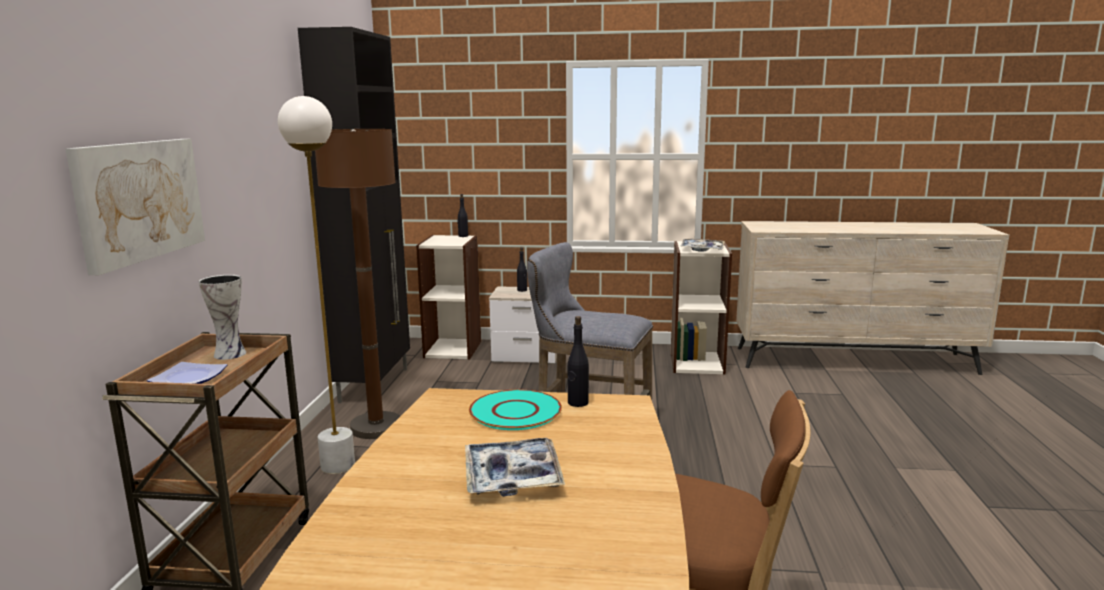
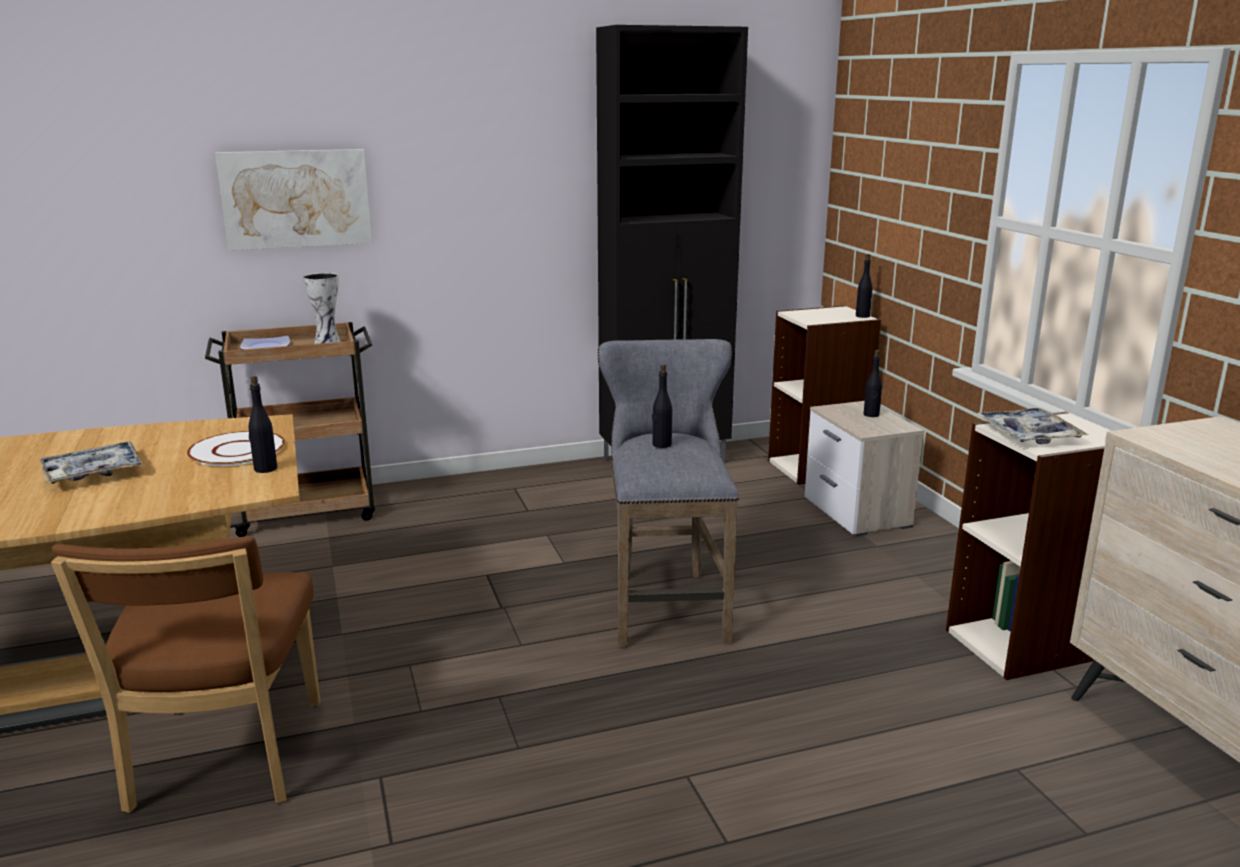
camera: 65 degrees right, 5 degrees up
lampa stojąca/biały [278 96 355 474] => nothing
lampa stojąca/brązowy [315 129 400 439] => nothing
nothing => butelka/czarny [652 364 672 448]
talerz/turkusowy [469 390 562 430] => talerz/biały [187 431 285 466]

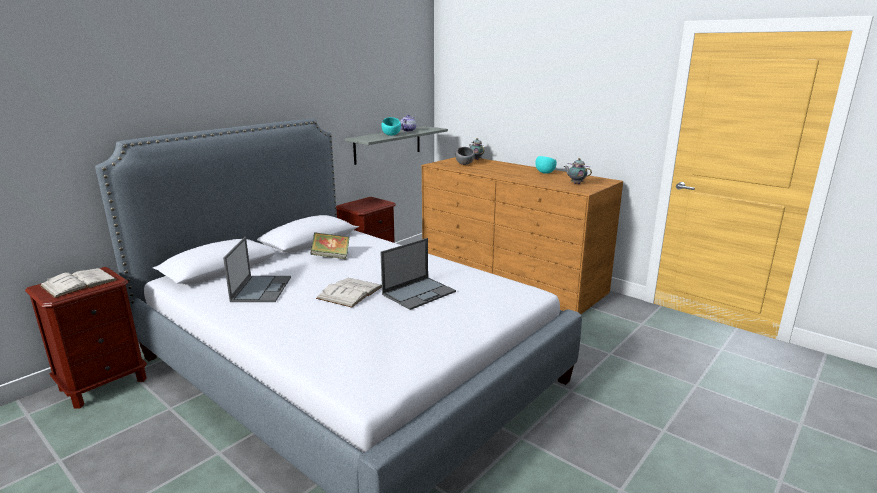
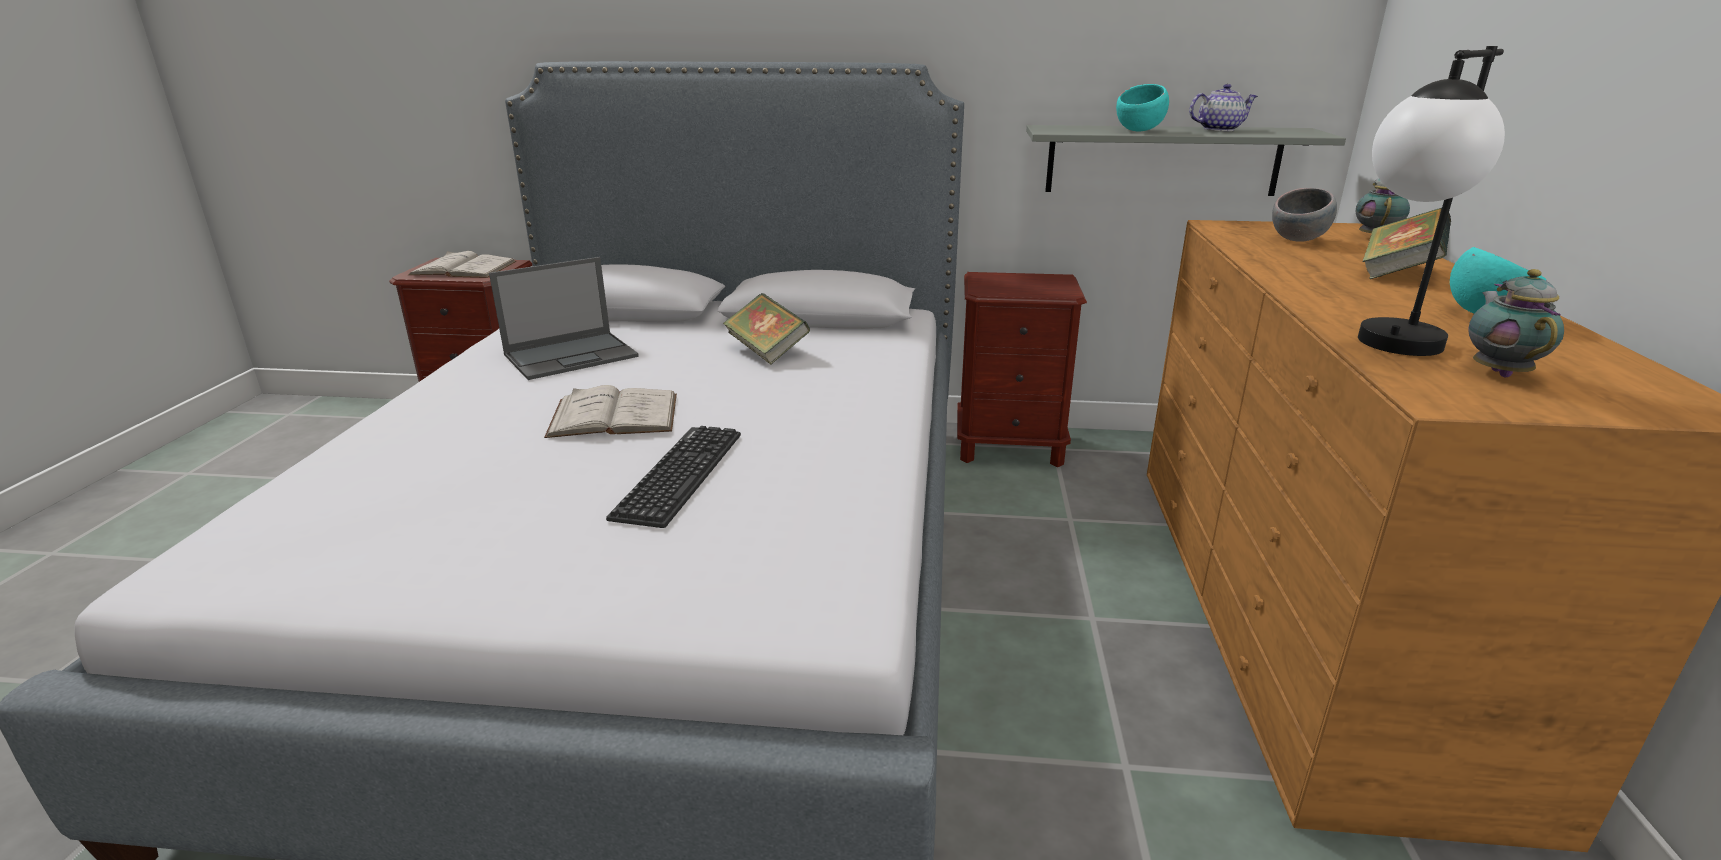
camera: 55 degrees right, 5 degrees up
nothing => lampa stołowa [1358 46 1505 356]
nothing => książka [1362 208 1451 279]
laptop [380 238 456 310] => klawiatura [606 426 741 528]

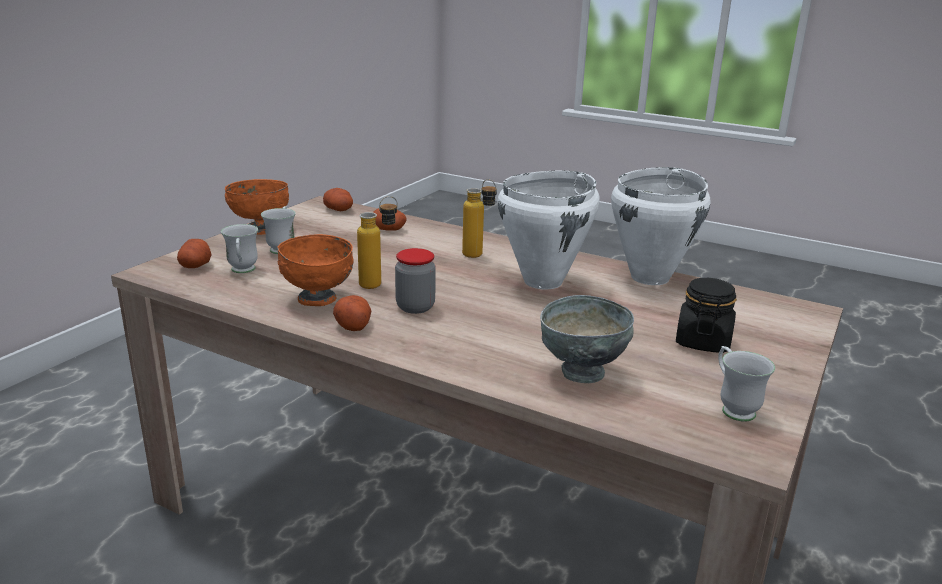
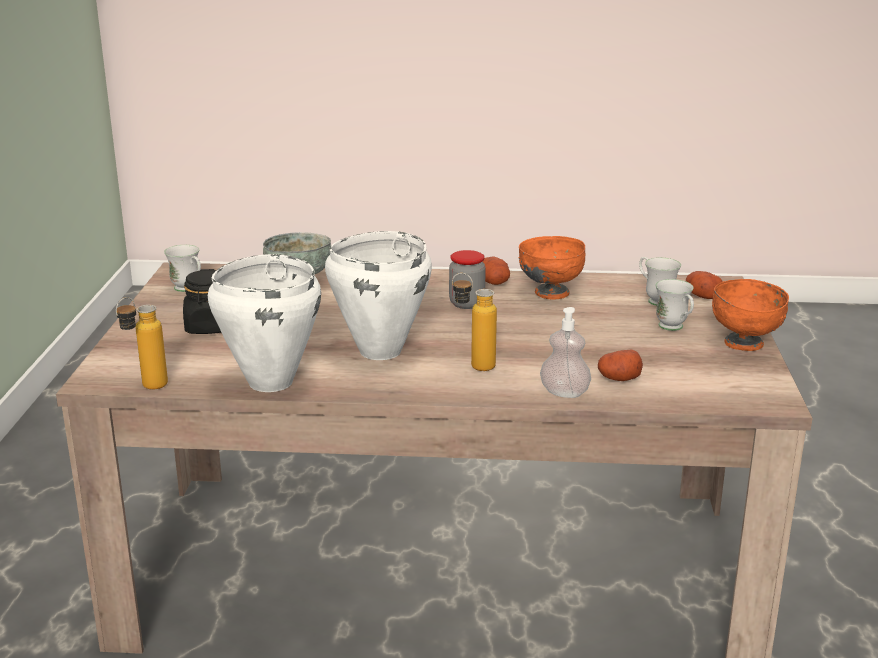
camera: 155 degrees right, 0 degrees up
ziemniak [323 188 353 211] => nothing
nothing => dozownik mydła [540 307 591 398]
butelka [357 196 398 289] => butelka [116 297 168 389], moved

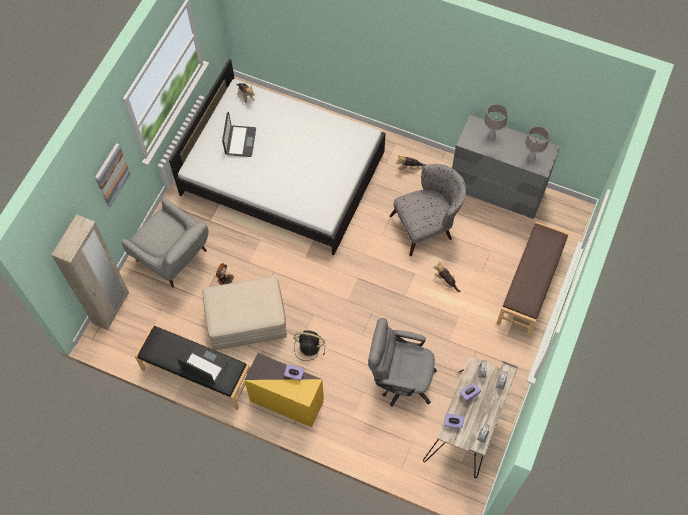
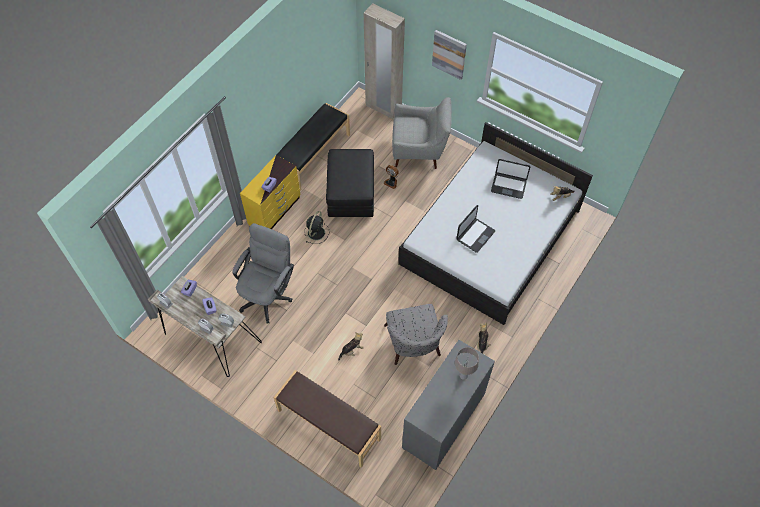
camera: 100 degrees right, 5 degrees down
lampa stołowa/beżowy [525 126 549 162] => nothing
laptop [177 344 229 385] => laptop [456 205 495 253], moved
pufa/beżowy [203 276 287 350] => pufa/czarny [326 149 374 217]
fotel/szary [122 197 209 288] => fotel/szary [392 97 452 169], 135 degrees counterclockwise

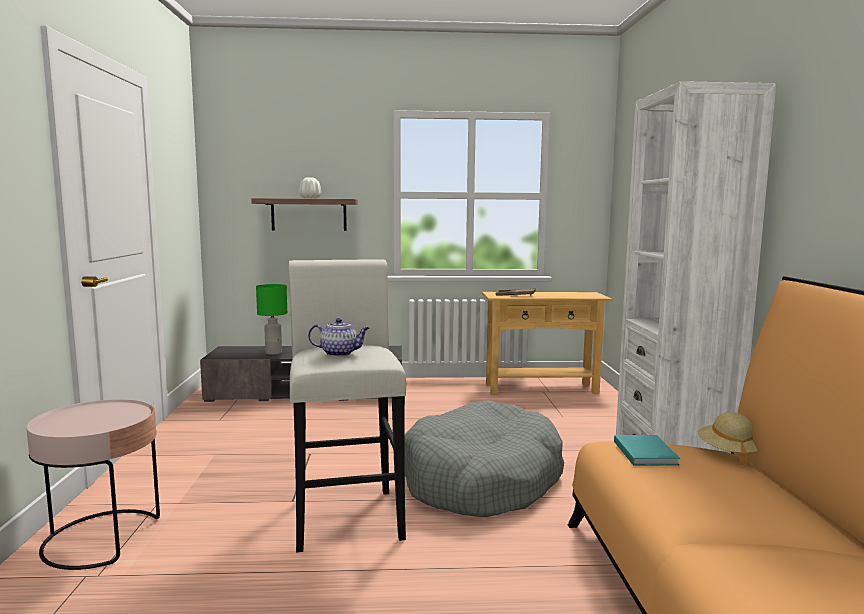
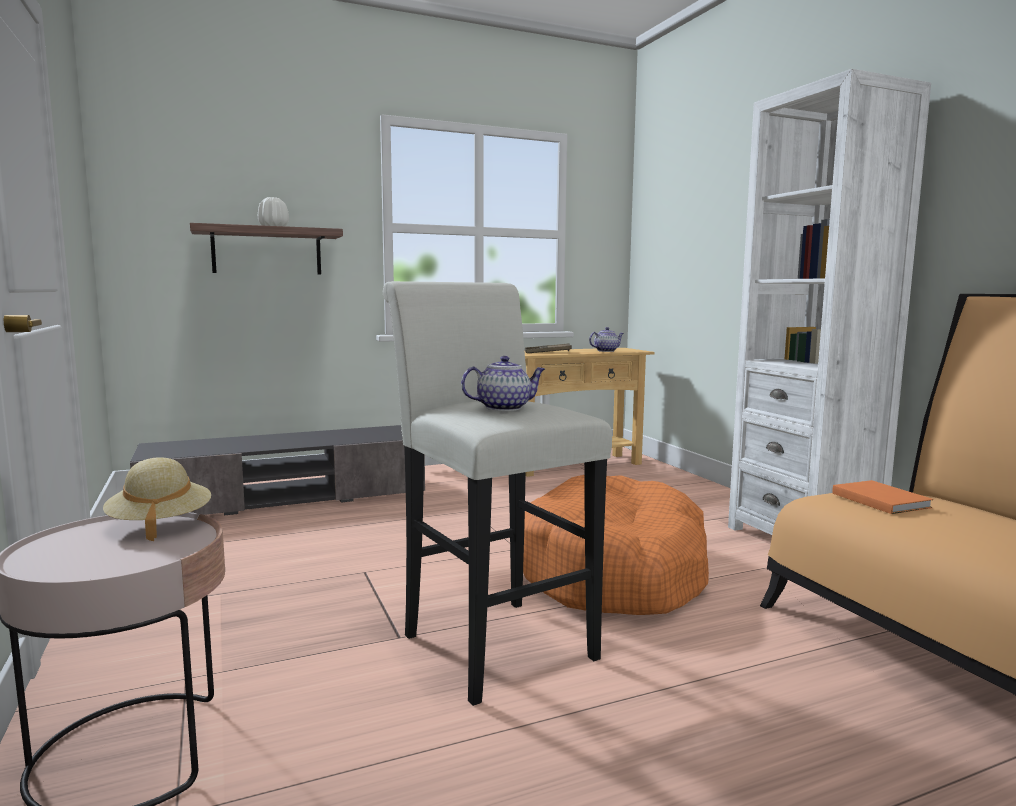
camera: 20 degrees left, 0 degrees up
lampa stołowa/zielony [256 284 287 355] => nothing
nothing => imbryk [589 327 624 352]
kapelusz/beżowy [698 412 758 466] => kapelusz/beżowy [103 457 211 541], moved
legowisko/szary [404 400 564 517] => legowisko/pomarańczowy [523 475 709 615]
książka/turkusowy [614 435 680 466] => książka/pomarańczowy [832 480 933 514]

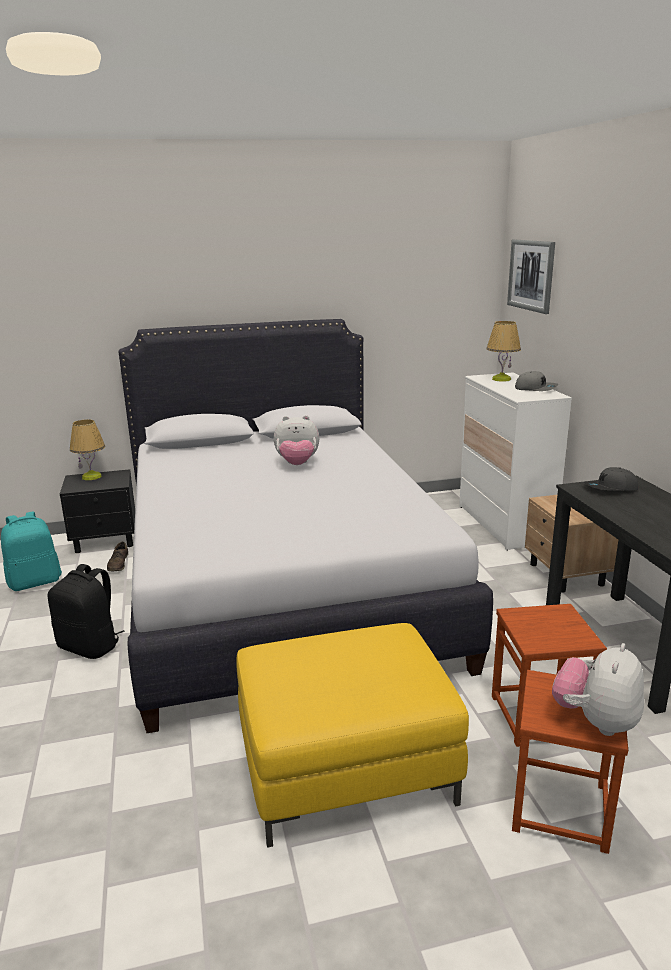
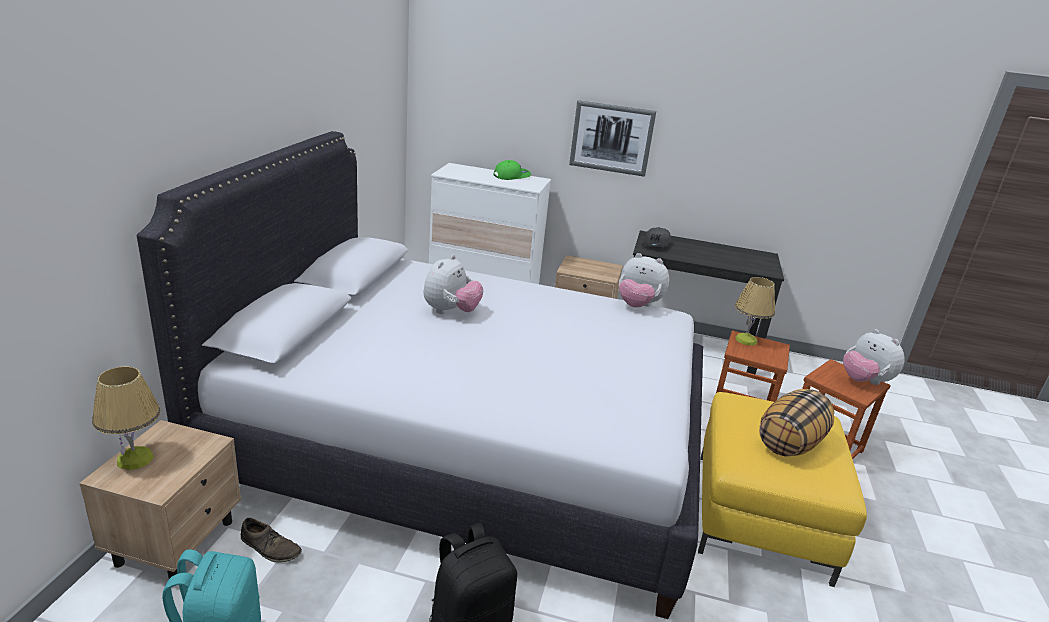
camera: 65 degrees left, 5 degrees up
nothing => pluszak [619 253 669 308]
nothing => poduszka [759 389 834 457]
lampa stołowa [487 321 521 382] => lampa stołowa [735 277 775 346], moved
obraz [507 240 555 314] => obraz [569 100 656 177], moved
szafka nocna/czarny [60 469 135 553] => szafka nocna/beżowy [79 420 241 579]
czapka z daszkiem/szary [515 371 558 391] => czapka z daszkiem/zielony [493 160 531 180]

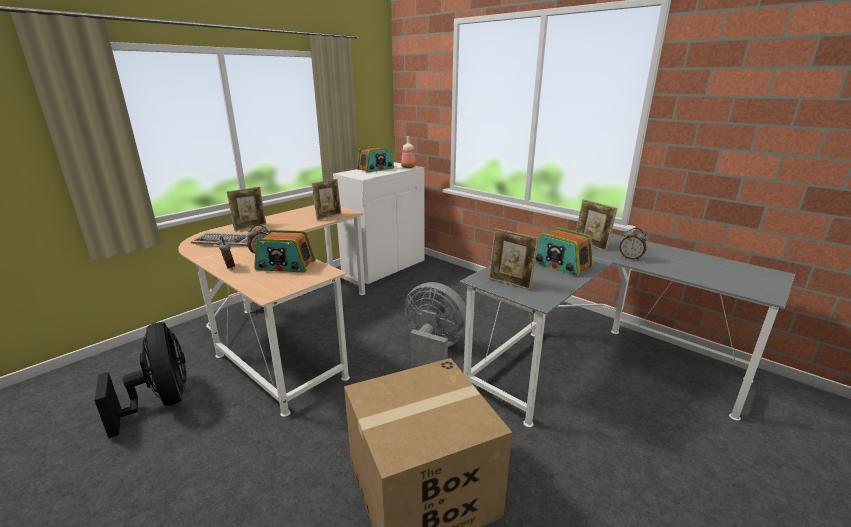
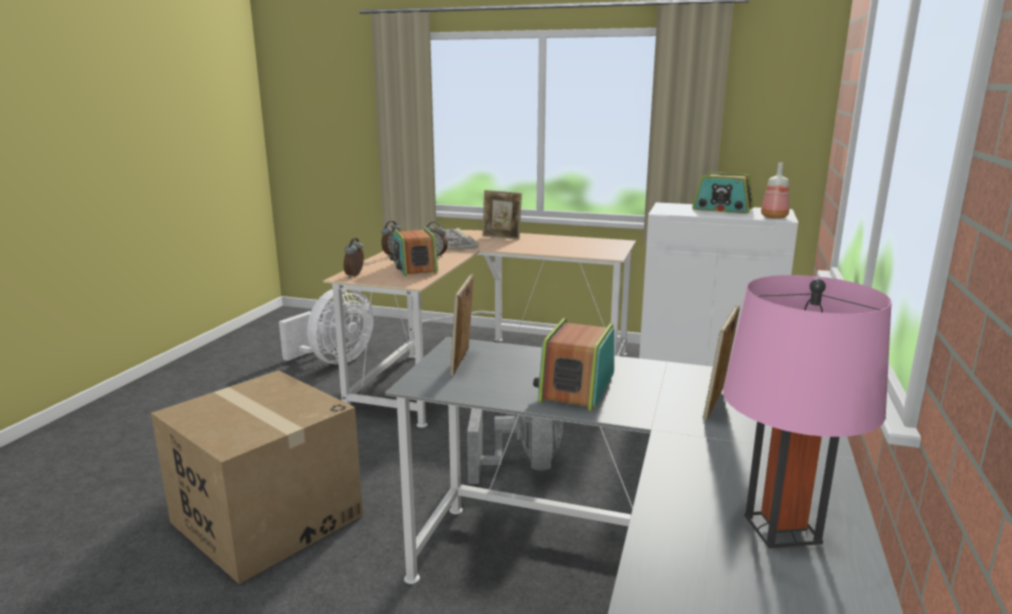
camera: 65 degrees right, 5 degrees down
ramka na zdjęcie [312 179 341 221] => nothing
nothing => lampa stołowa/różowy [723 275 892 548]
budzik [620 228 647 261] => budzik [344 238 364 278], moved
wentylator/czarny [94 322 186 438] => wentylator/biały [279 289 374 364]

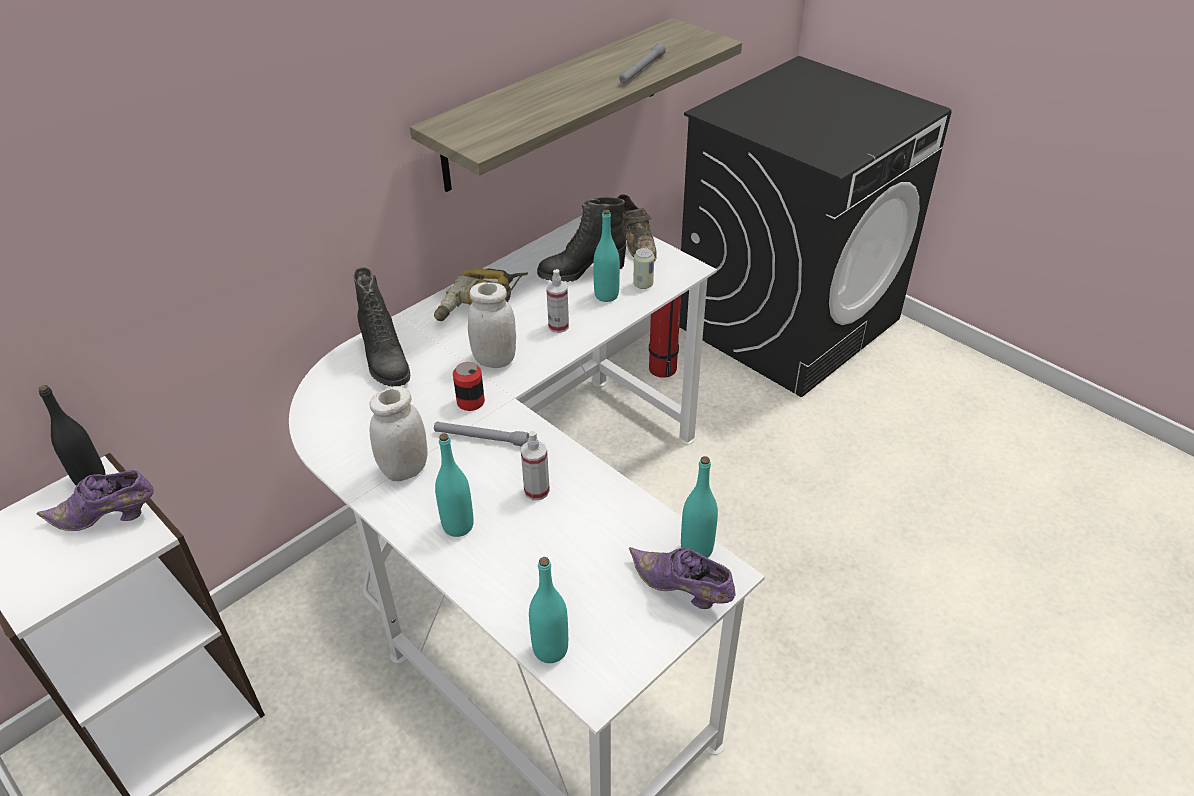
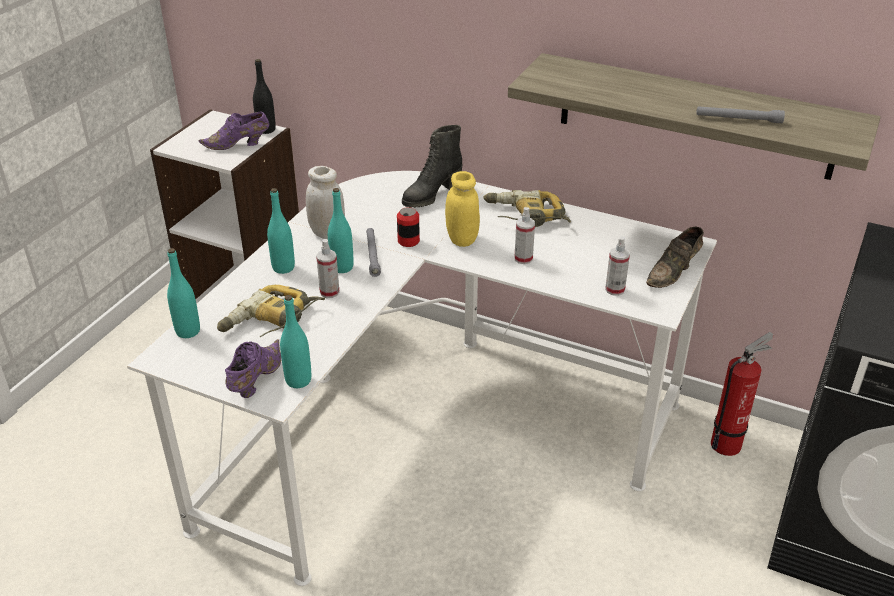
camera: 70 degrees right, 5 degrees down
but z cholewką/czarny [537 197 627 282] => nothing
nothing => wiertarka [217 285 325 337]
butelka/turkusowy [593 209 620 302] => butelka/turkusowy [328 188 353 273], moved
puszka [633 248 654 289] => spryskiwacz [605 236 630 296]
słoik/biały [468 282 516 368] => słoik/żółty [445 171 480 247]
but/fioletowy [36 470 154 531] => but/fioletowy [198 112 269 150], 75 degrees counterclockwise

